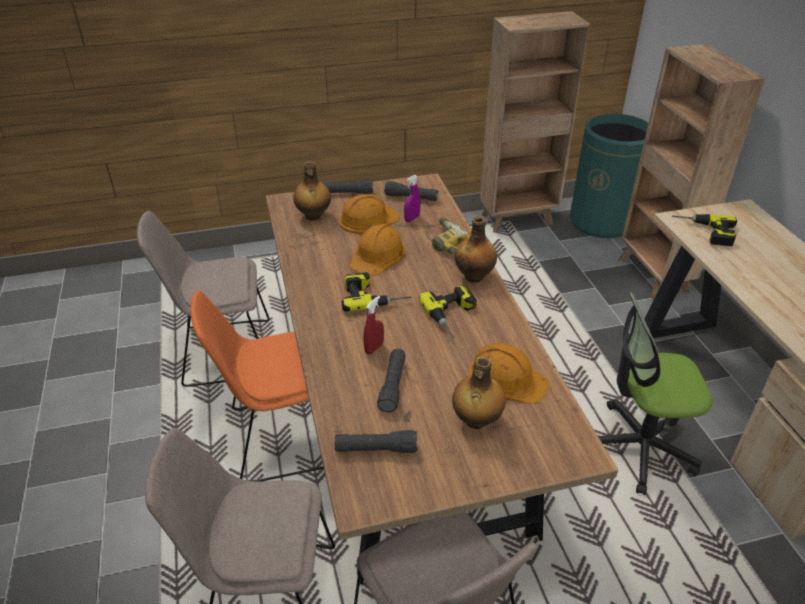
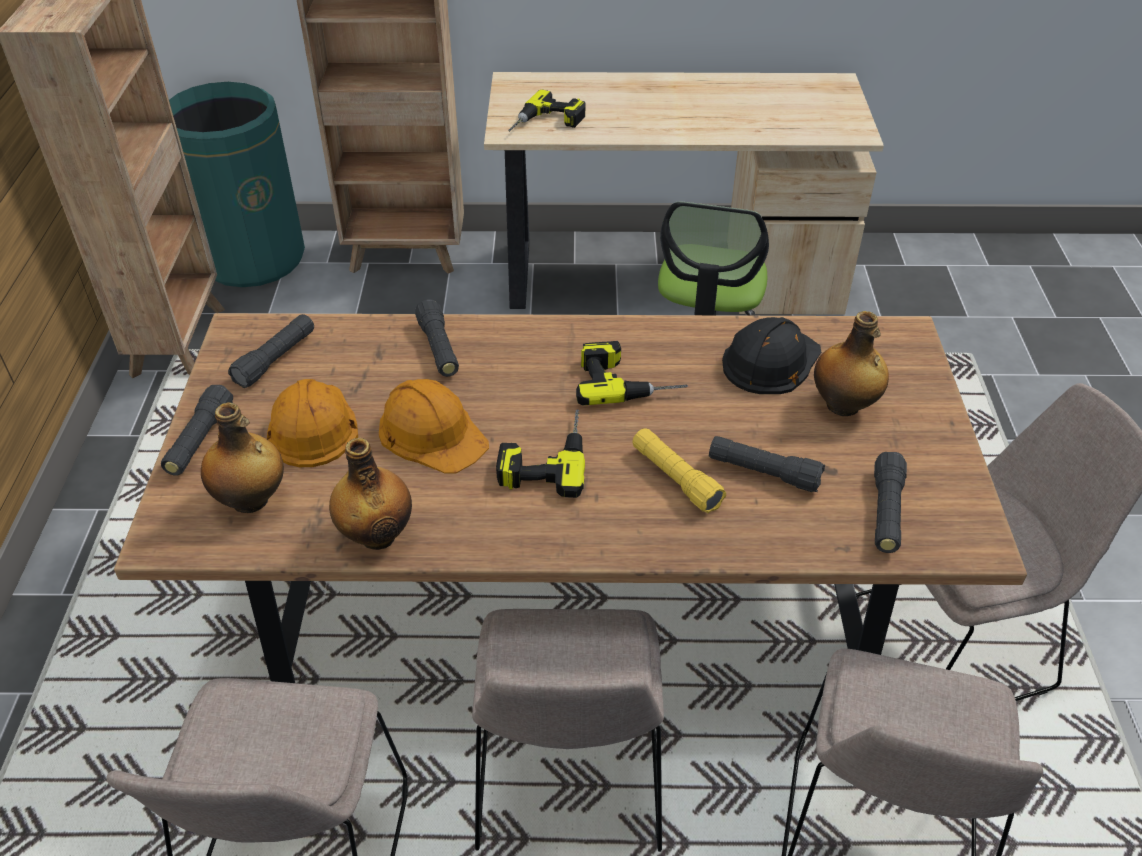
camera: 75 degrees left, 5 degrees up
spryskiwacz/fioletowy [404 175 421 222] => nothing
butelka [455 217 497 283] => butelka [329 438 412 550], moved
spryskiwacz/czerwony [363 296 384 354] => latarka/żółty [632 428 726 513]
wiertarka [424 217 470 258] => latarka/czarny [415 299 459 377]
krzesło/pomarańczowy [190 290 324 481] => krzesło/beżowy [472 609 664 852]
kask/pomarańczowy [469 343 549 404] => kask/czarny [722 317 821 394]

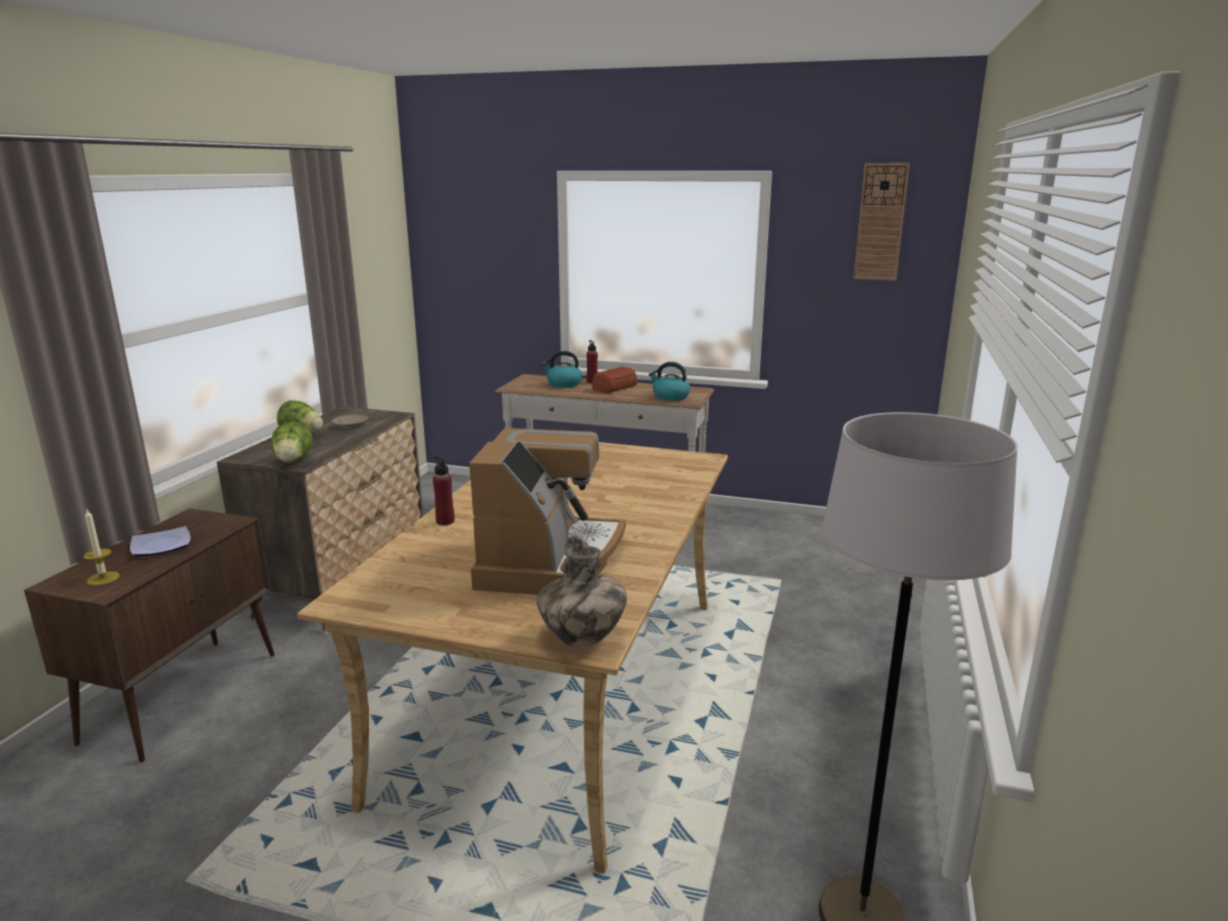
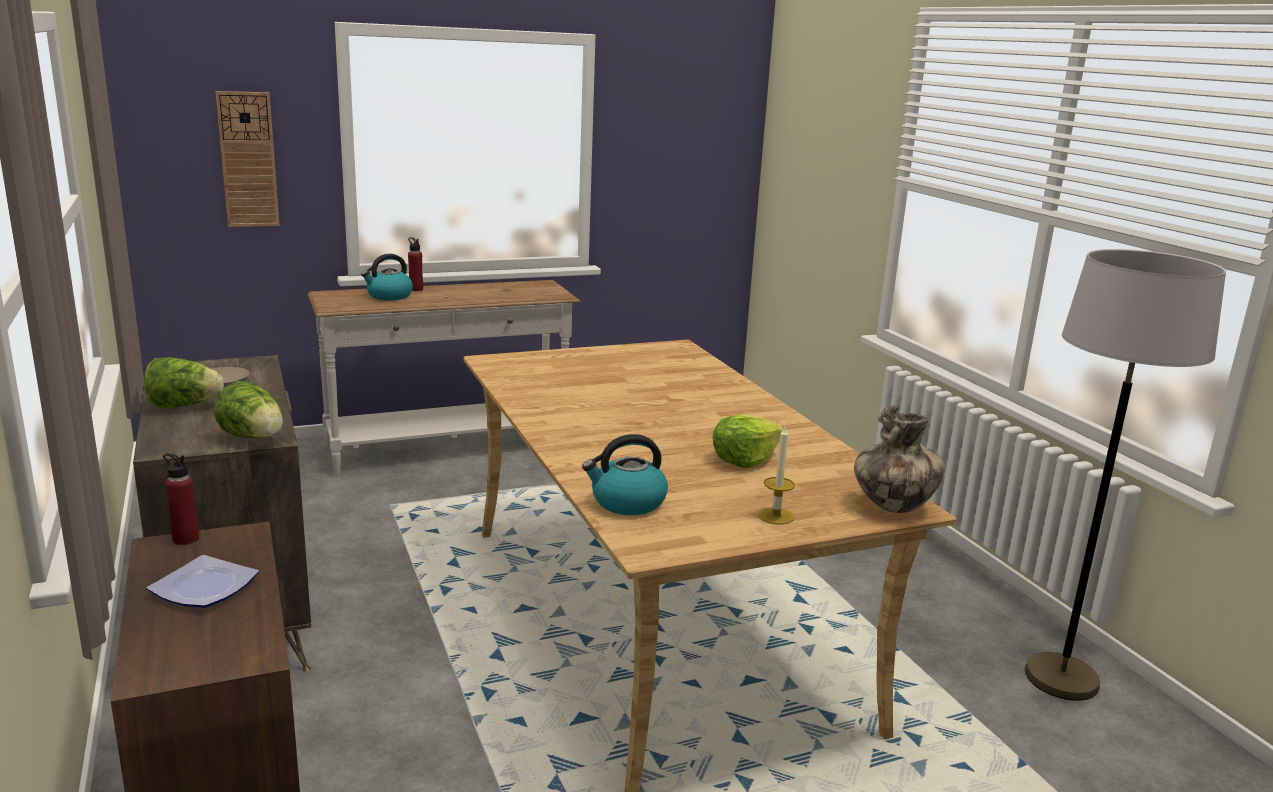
camera: 40 degrees left, 0 degrees up
chleb [592 366 637 393] => nothing
świeca [83 509 120 586] => świeca [758 425 795 525], moved
butelka/czerwony [433 456 455 525] => butelka/czerwony [163 453 199 545], moved
czajnik [649 362 690 401] => czajnik [582 434 668 515], moved
zegar ścienny [853 163 910 281] => zegar ścienny [216 91 280 227], moved
ekspres do kawy [469 428 626 595] => sałata [712 415 783 468]

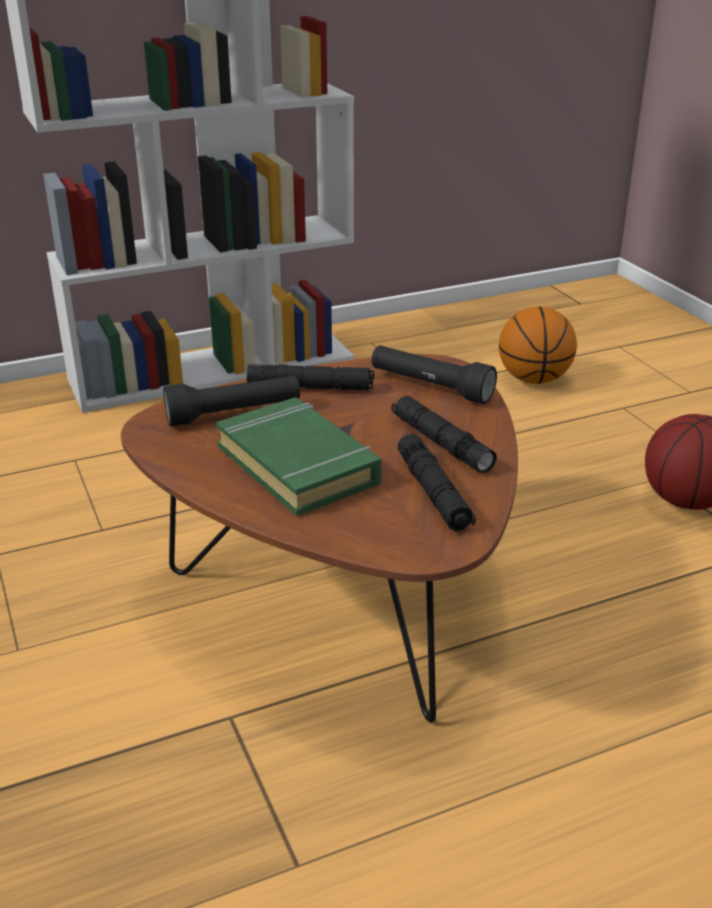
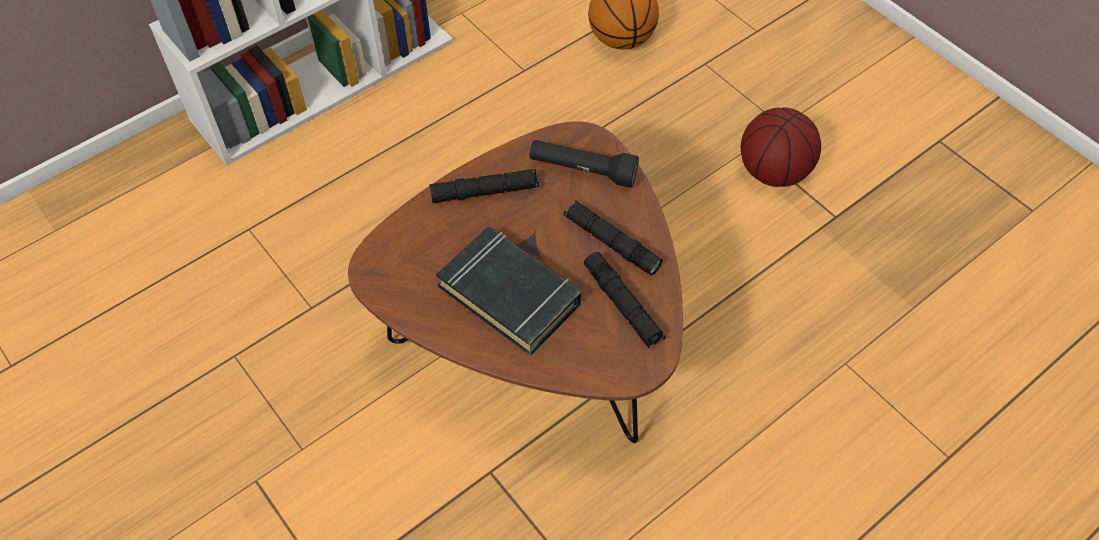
camera: 15 degrees left, 25 degrees up
latarka/czarny [163 376 300 427] => nothing
książka/zielony [216 397 382 516] => książka/czarny [436 227 581 356]

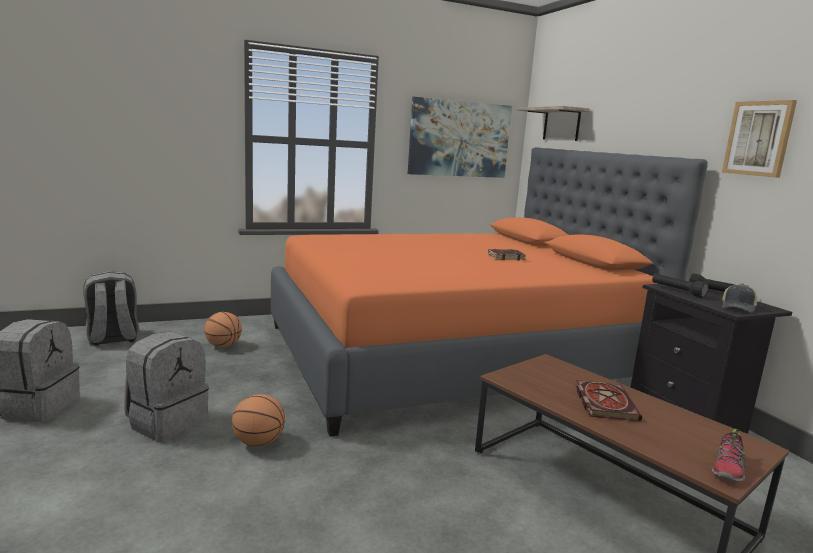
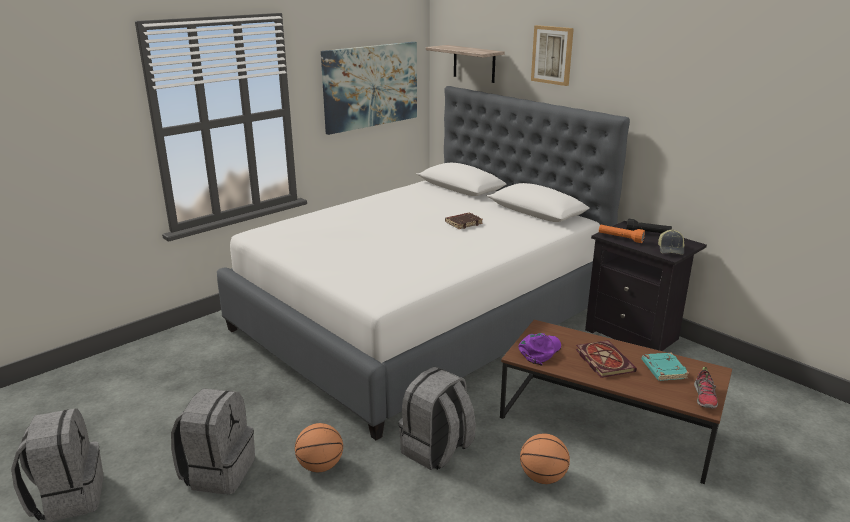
camera: 20 degrees left, 10 degrees up
nothing => czapka z daszkiem/fioletowy [518 333 561 366]
nothing => książka/turkusowy [642 353 689 381]
plecak/szary [84 271 139 346] => plecak/szary [399 367 476 470], moved
piłka do koszykówki [204 312 242 347] => piłka do koszykówki [520 433 570 484], moved
obraz [722 100 797 178] => obraz [531 25 574 86], moved
łóżko/pomarańczowy [271 147 708 437] => łóżko/biały [217 86 630 440]
latarka/czarny [652 274 709 298] => latarka/pomarańczowy [599 225 645 243]

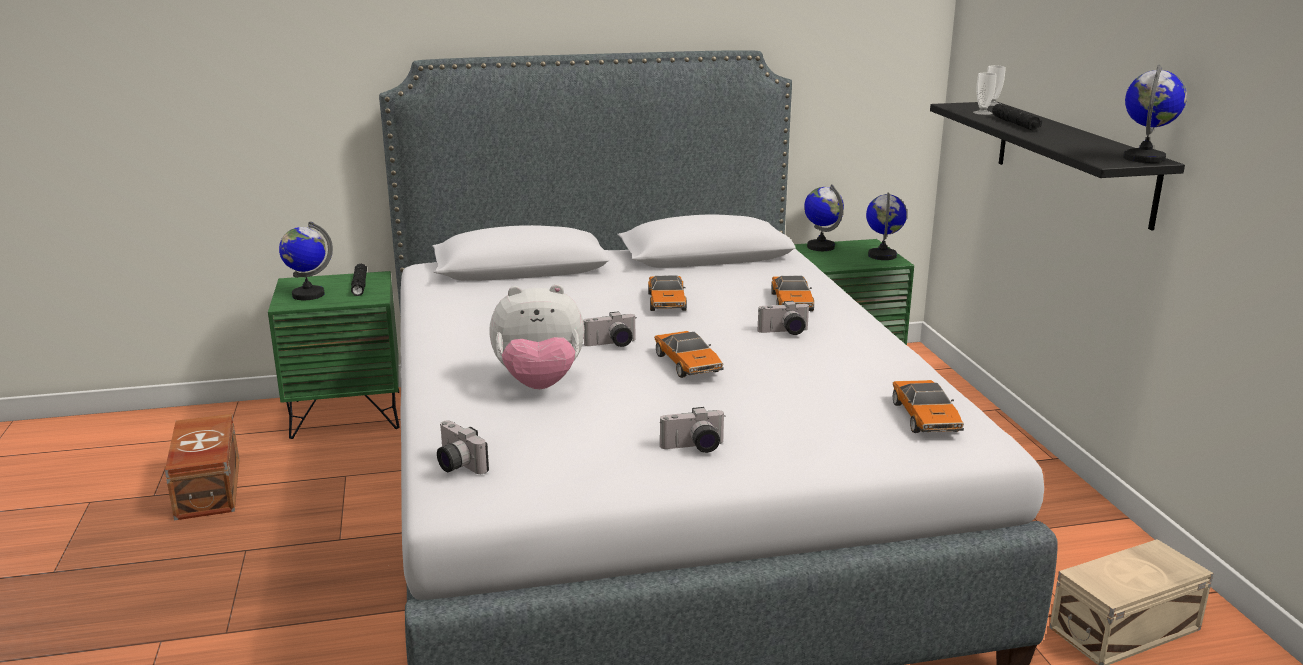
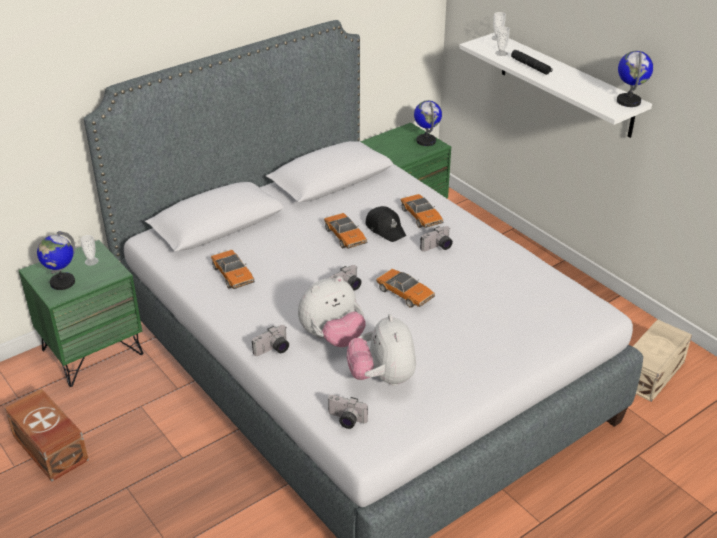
camera: 25 degrees left, 15 degrees up
globus [804 184 844 251] => nothing
nothing => pluszak [347 314 416 386]
nothing => czapka z daszkiem/czarny [366 206 407 242]
aparat fotograficzny [660 407 726 453] => aparat fotograficzny [252 325 289 356], moved
samochodzik [892 380 964 433] => samochodzik [211 250 255 289], moved
latarka/czarny [351 264 367 296] => filiżanka [80 235 99 266]
półka/czarny [930 101 1185 230] => półka/biały [459 33 652 138]

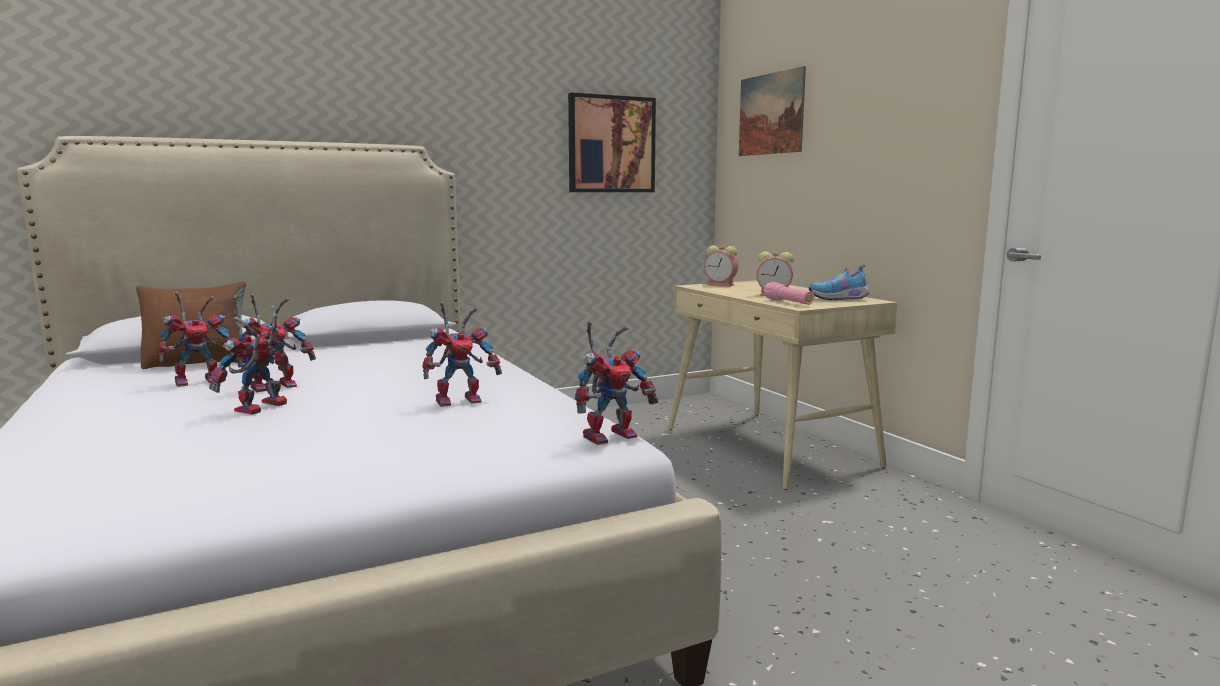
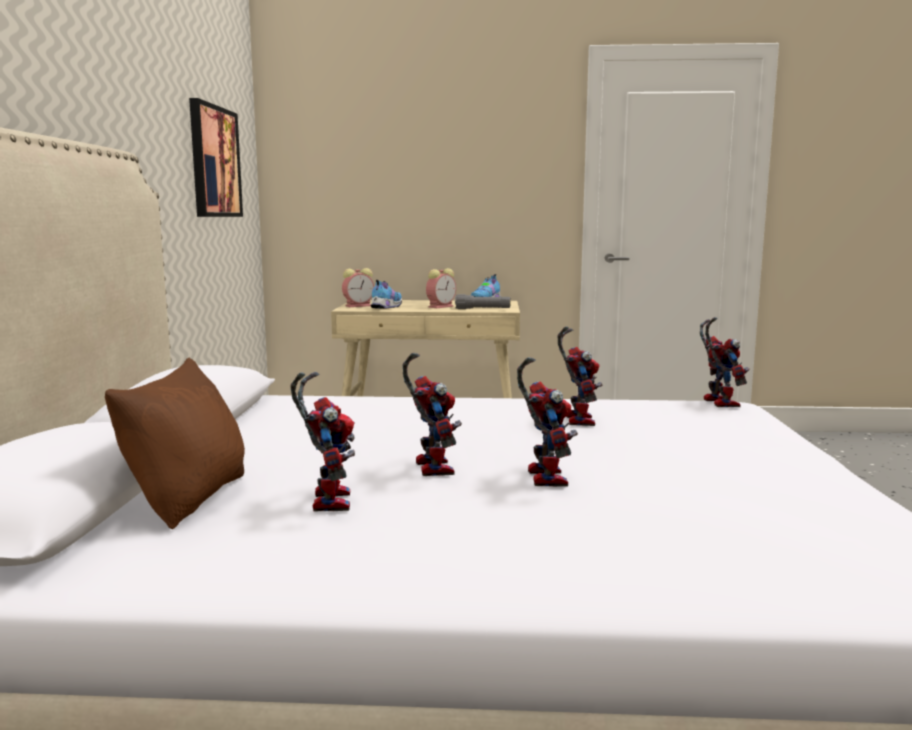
camera: 60 degrees left, 0 degrees up
obraz [739 66 806 156] => nothing
nothing => but [371 280 402 309]
latarka/różowy [763 282 815 305] => latarka/szary [455 294 511 309]
robot zabawkowy [209 306 288 414] => robot zabawkowy [517 357 578 487], 150 degrees counterclockwise

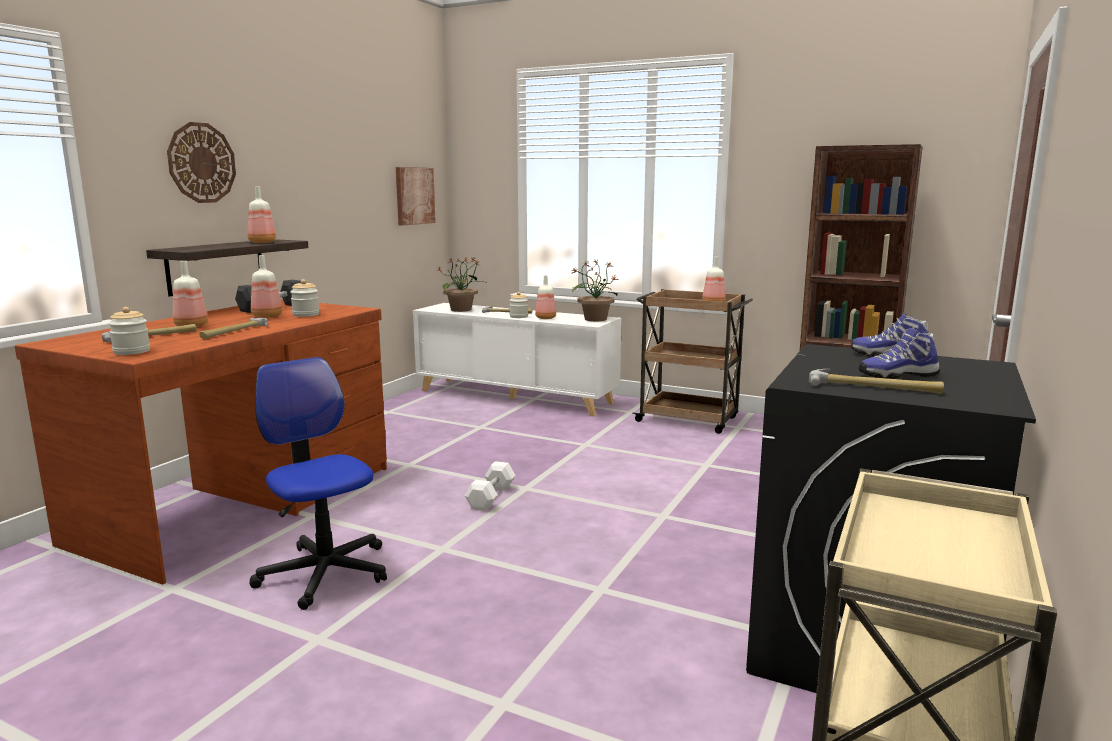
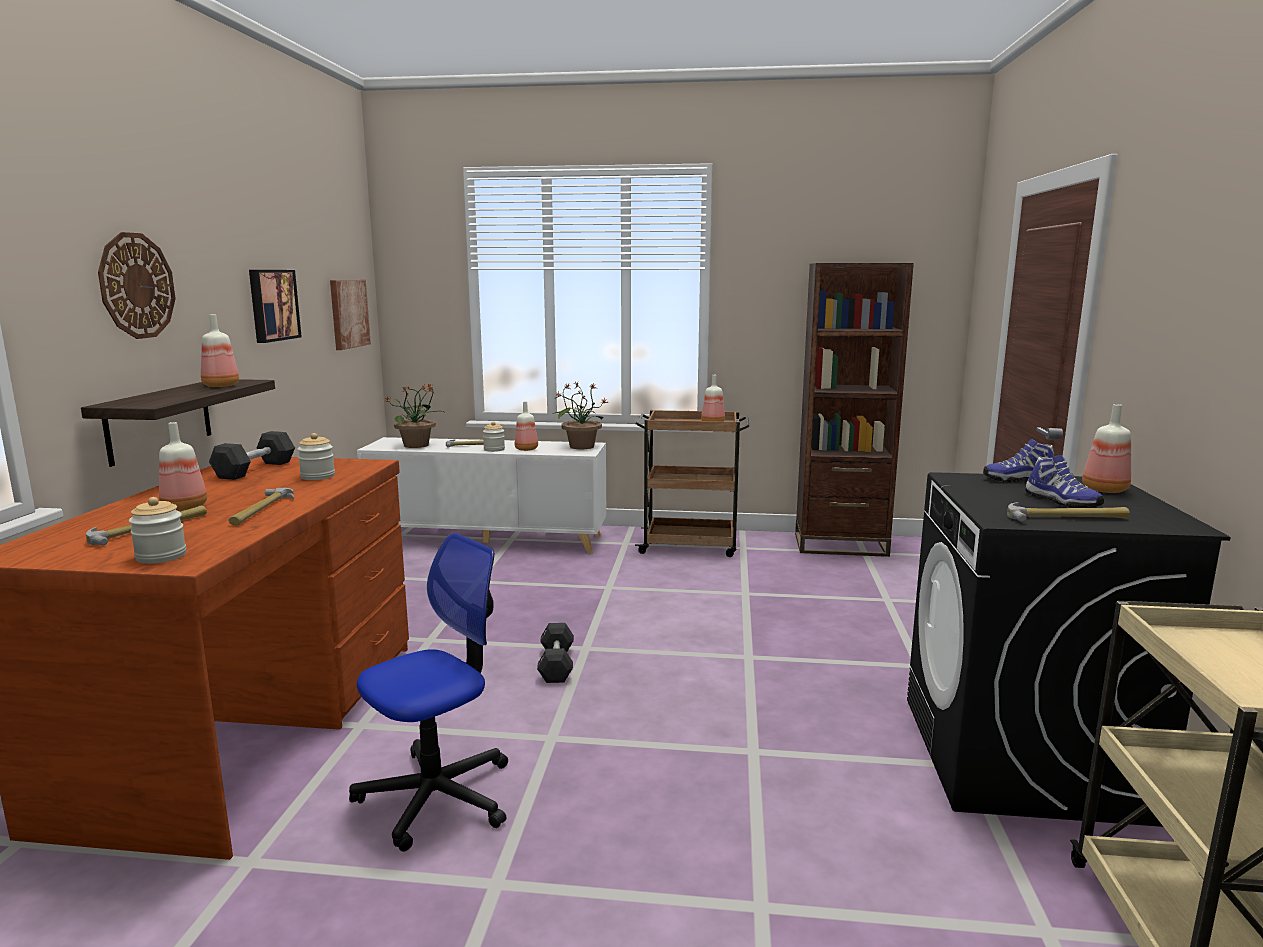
camera: 20 degrees left, 0 degrees up
nothing => obraz [249 270 302 343]
butelka [251 255 282 318] => butelka [1082 404 1131 493], moved
hantel/biały [465 461 516 511] => hantel/czarny [537 623 574 683]
krzesło biurowe [250 357 387 610] => krzesło biurowe [349 533 508 852], 105 degrees clockwise
but [858 328 940 379] => but [1025 455 1104 508], 90 degrees counterclockwise

